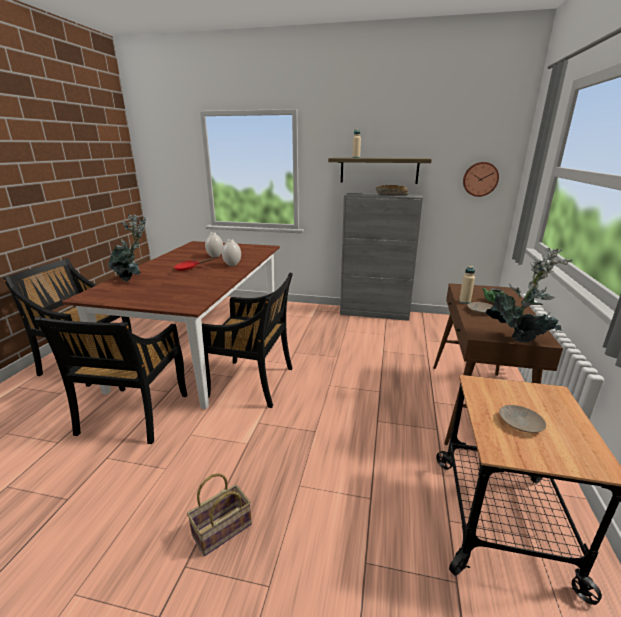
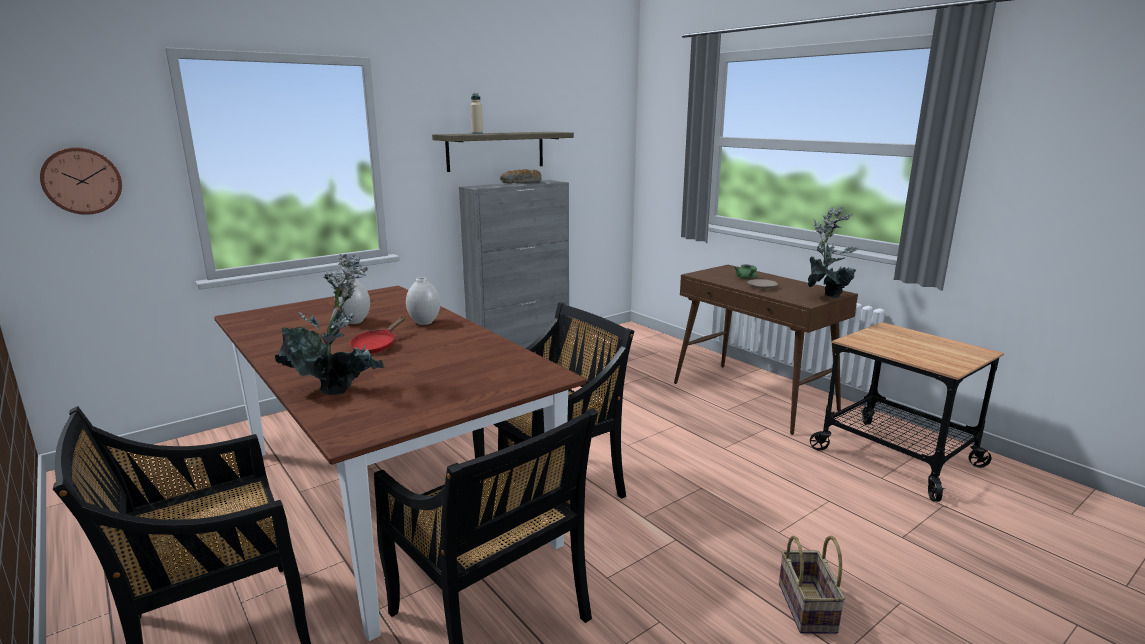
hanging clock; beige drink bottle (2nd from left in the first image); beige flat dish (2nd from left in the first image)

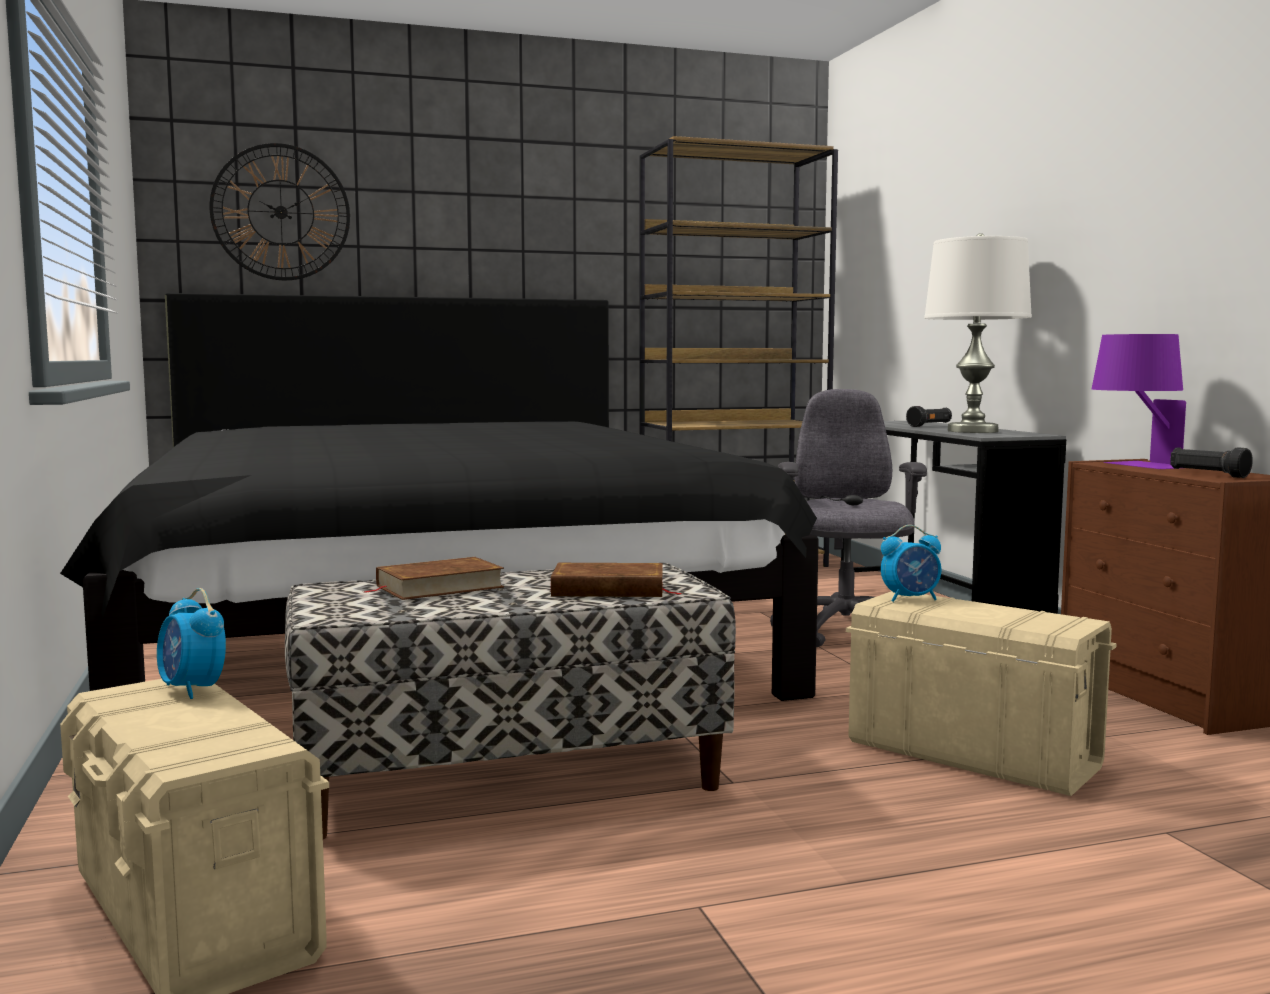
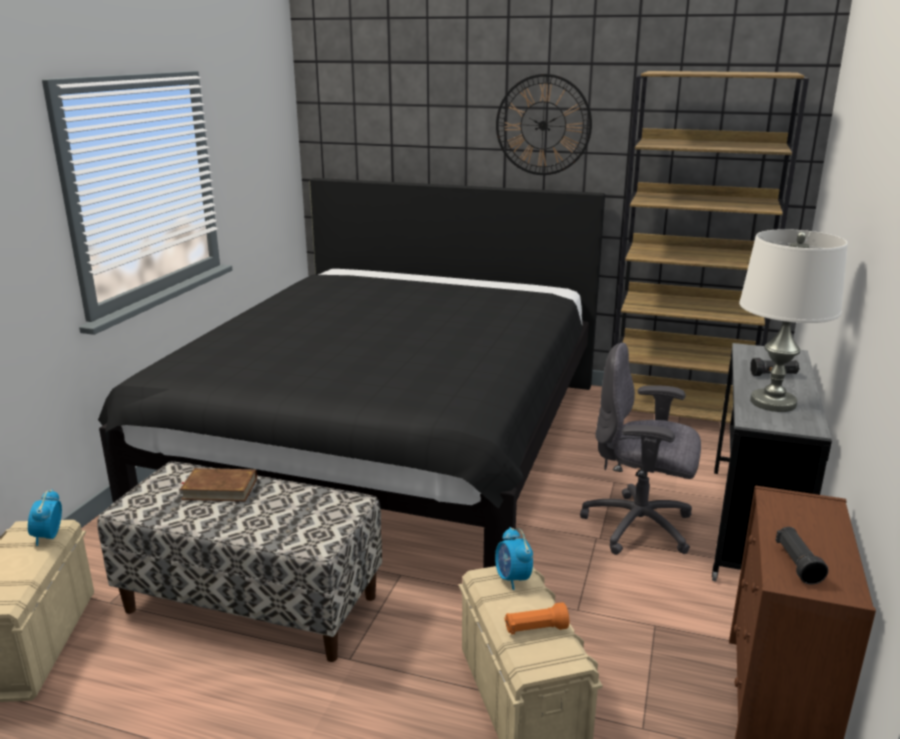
hanging clock; purple-coloured tabletop lamp; greyish desk chair; bedside clock (2nd from left); brown-coloured bound book (2nd from left in the first image); orange torch

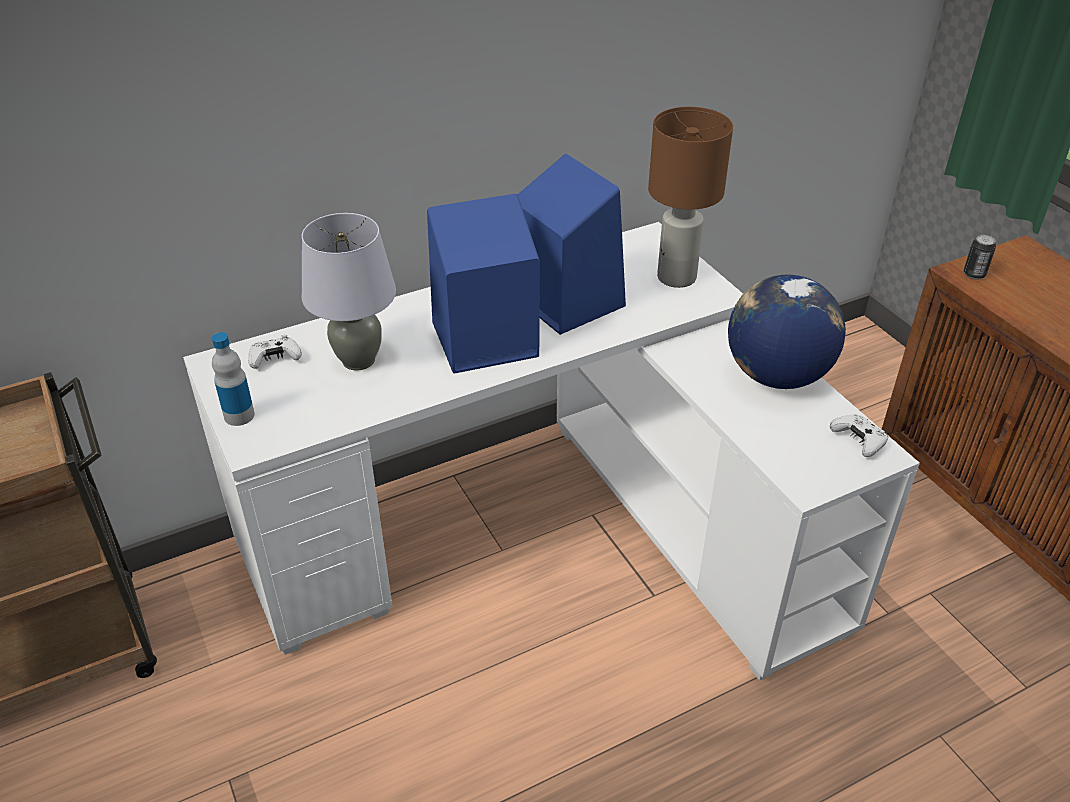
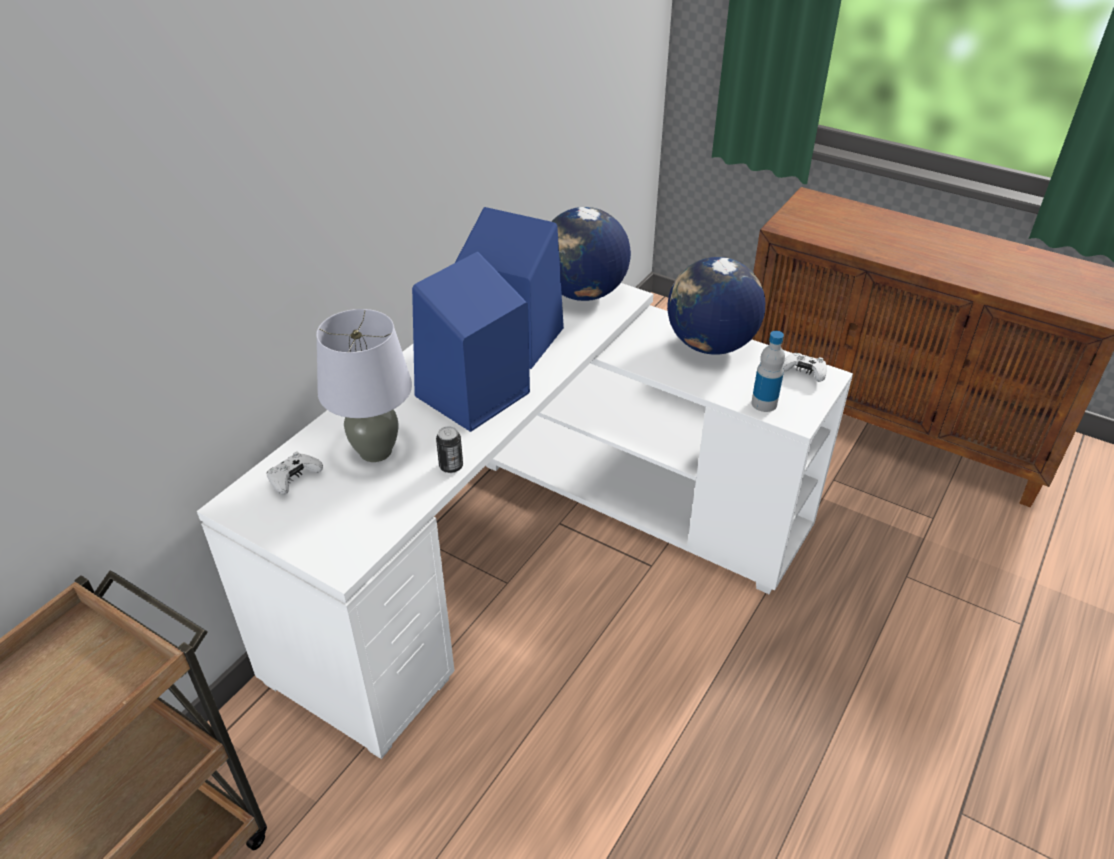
world globe (1st from left); sealed can; drink bottle

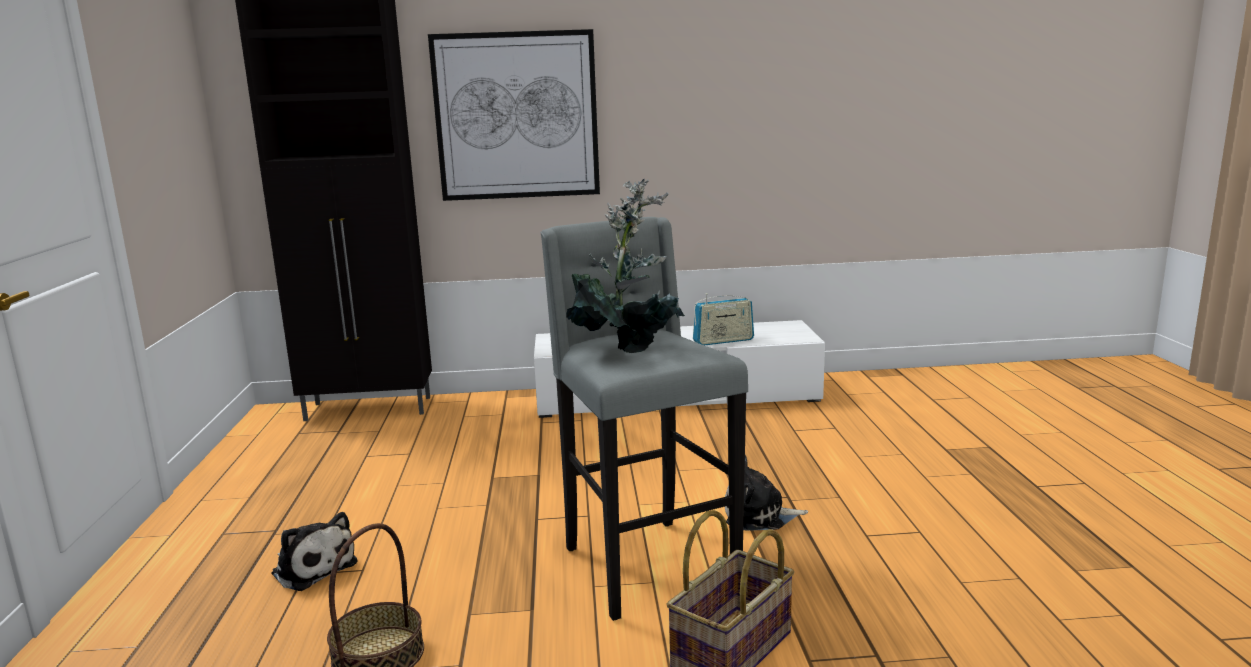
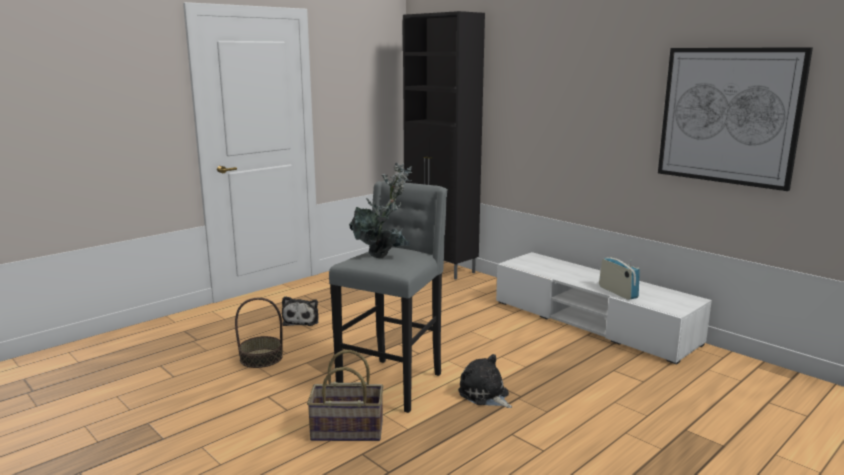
picture; radio receiver

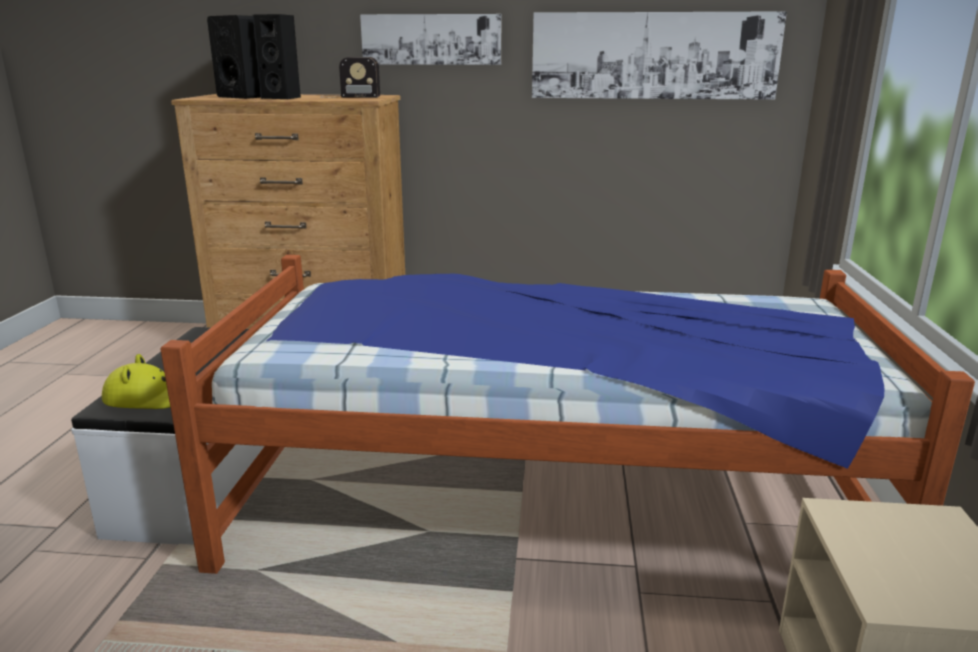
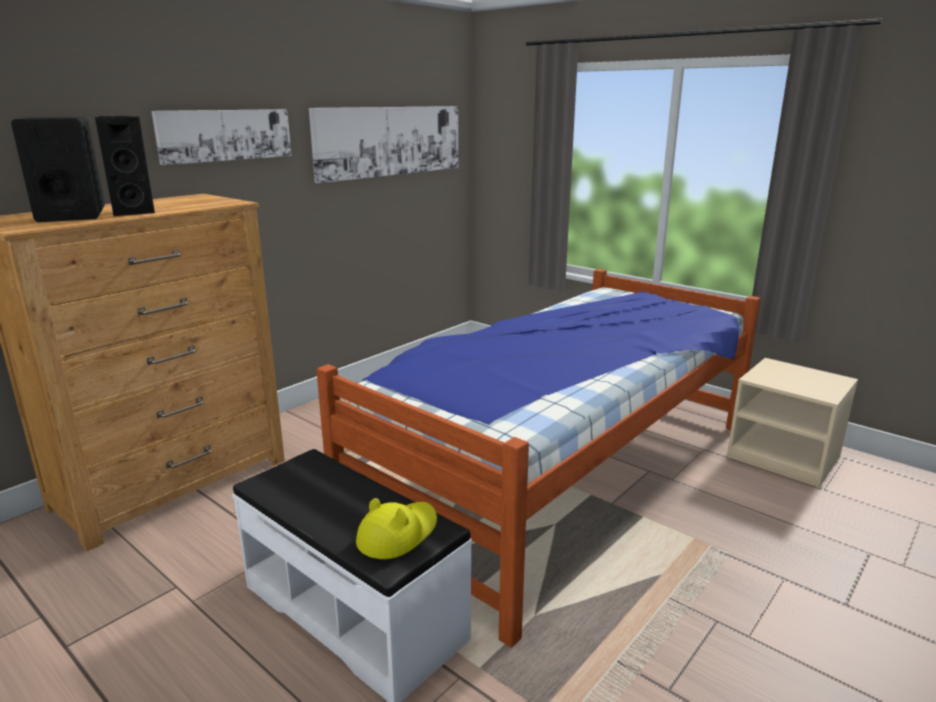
radio receiver

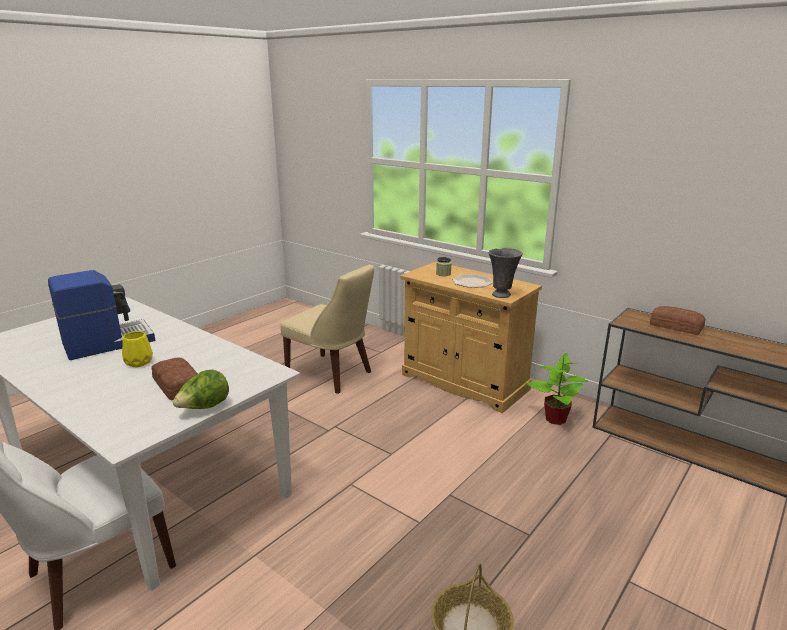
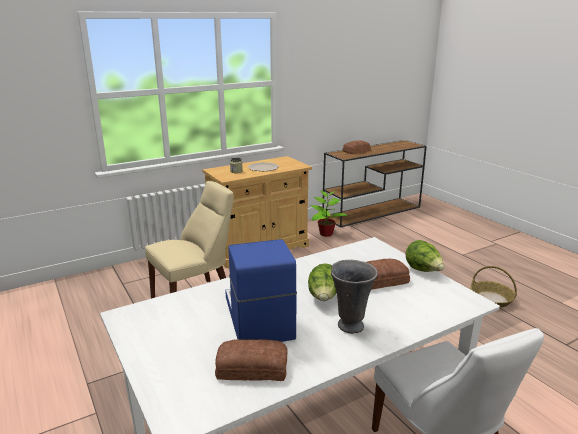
greyish vase; lettuce head (1st from left); bread (1st from left)

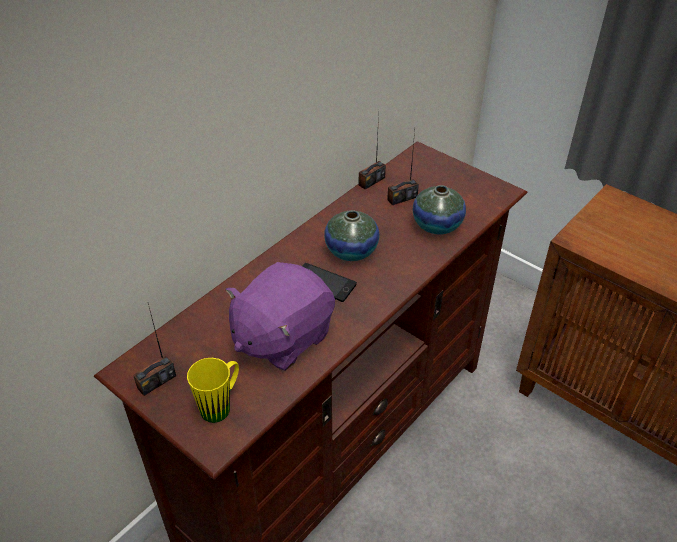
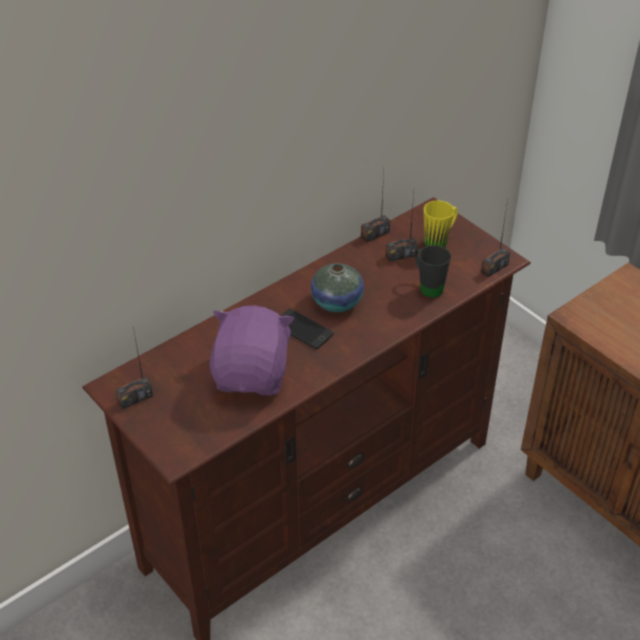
blackish coffee mug; purple-coloured cuddly toy; yellow coffee mug; radio receiver (4th from left)

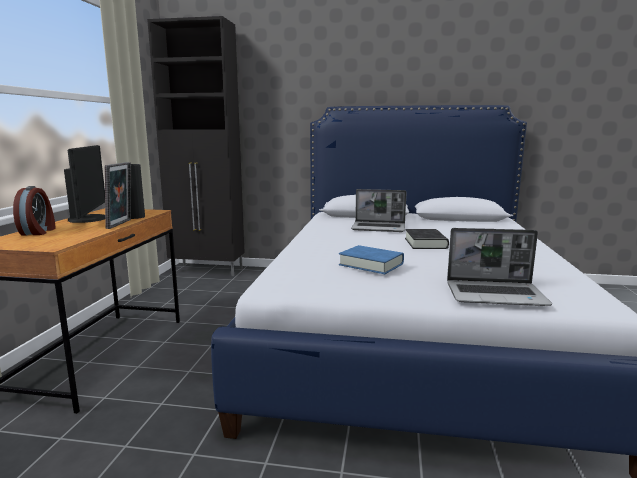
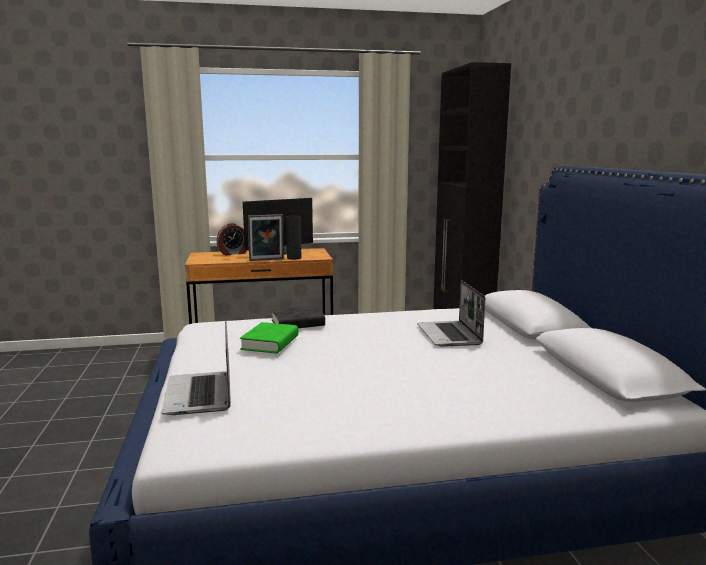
blackish bound book; greenish bound book

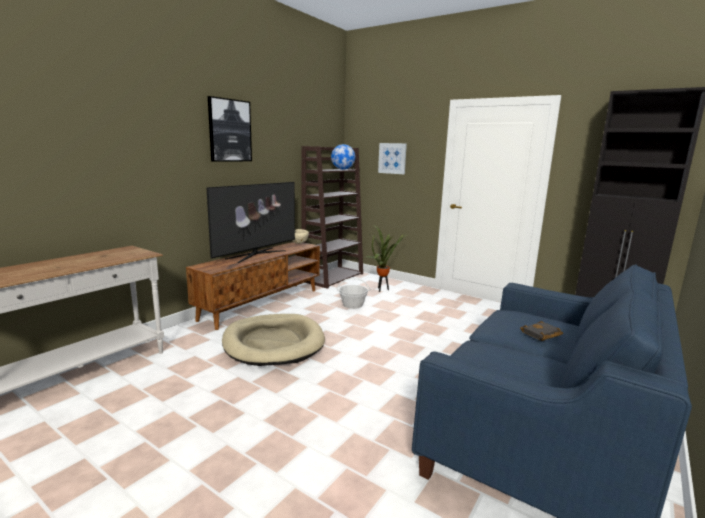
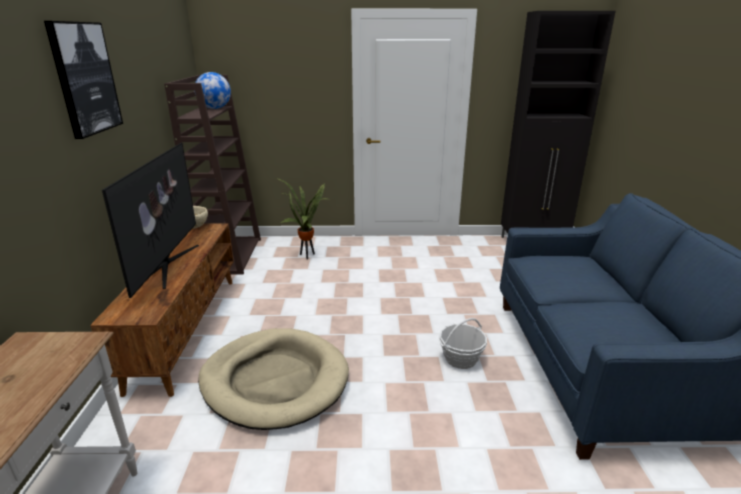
picture (2nd from left in the first image); household basket; blackish bound book

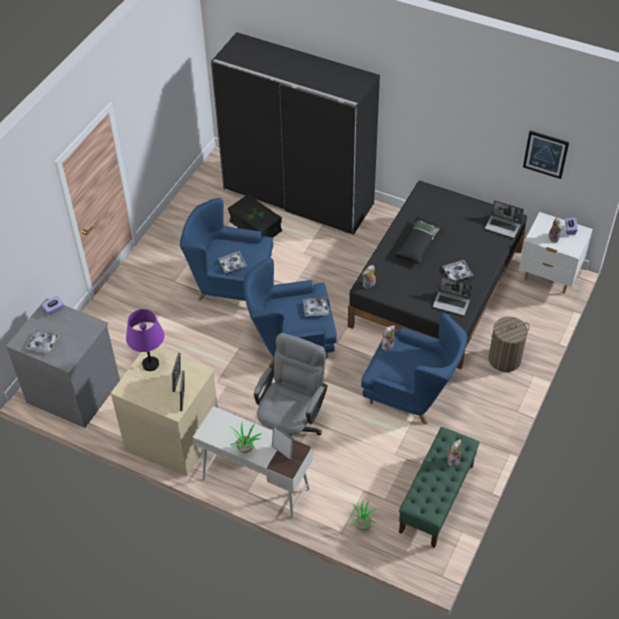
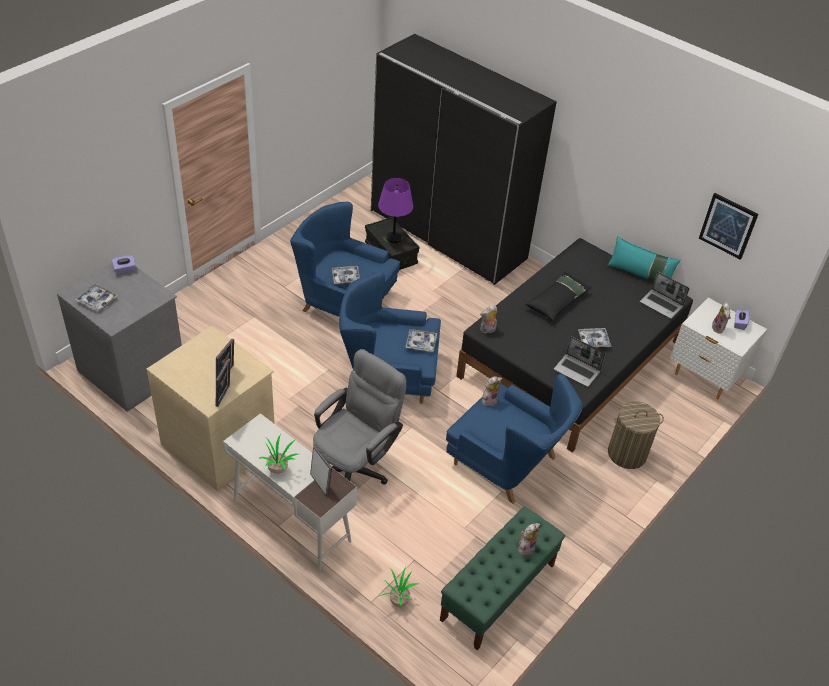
purple-coloured tabletop lamp; turquoise-coloured throw pillow

